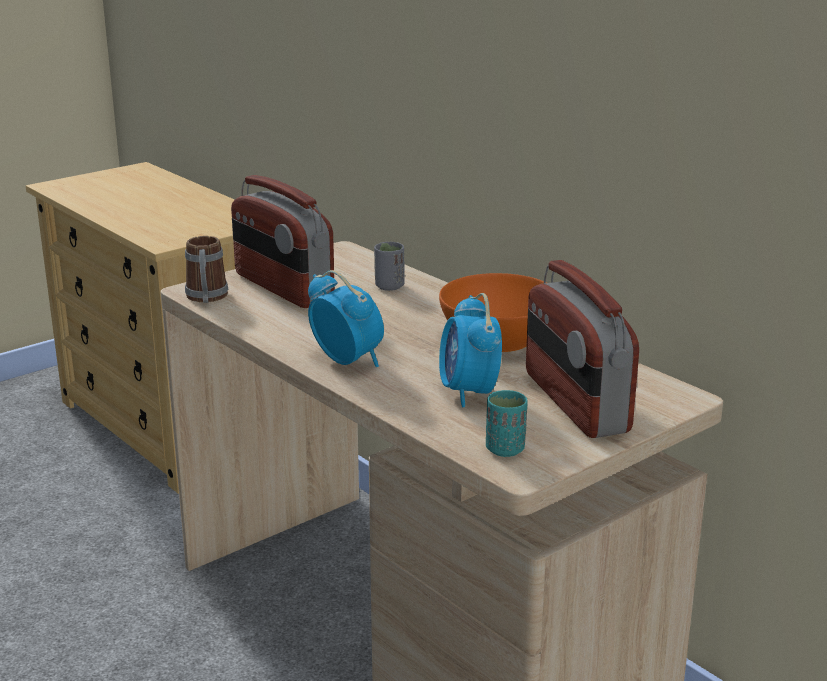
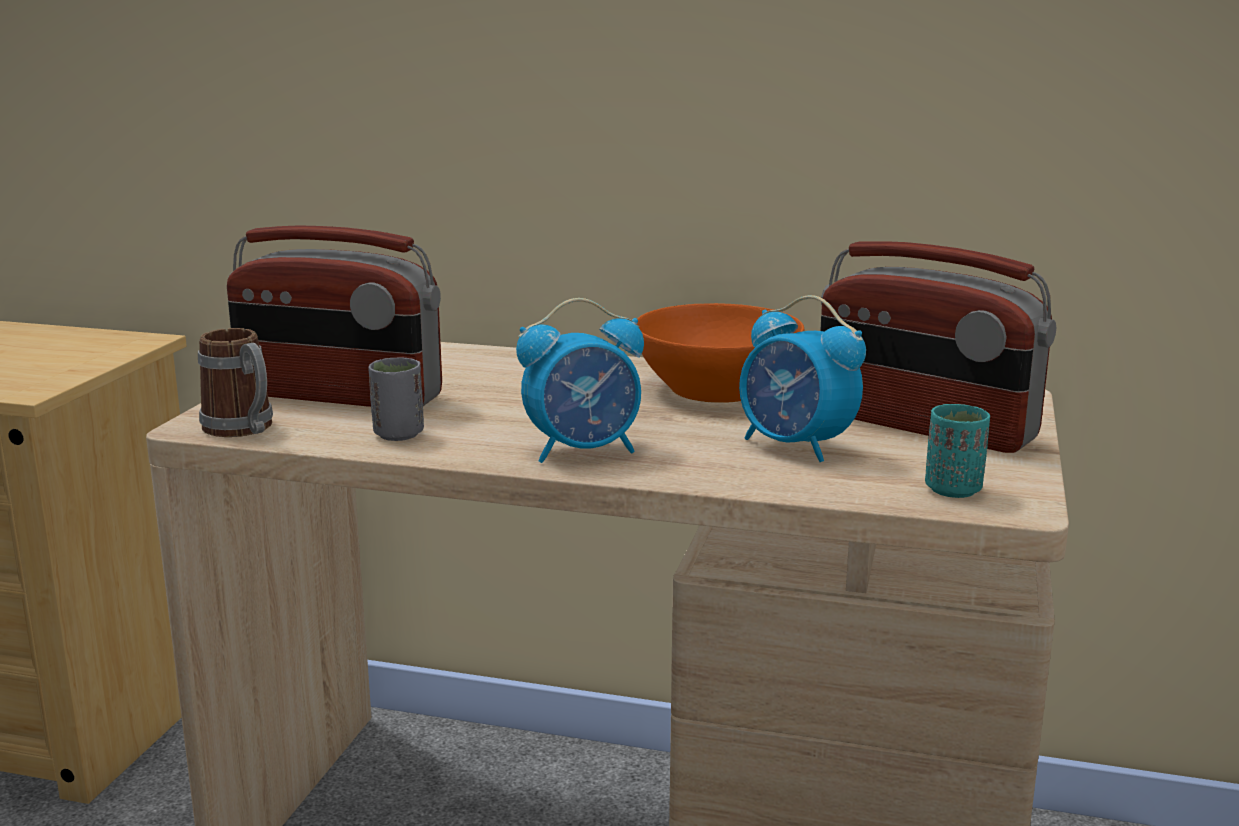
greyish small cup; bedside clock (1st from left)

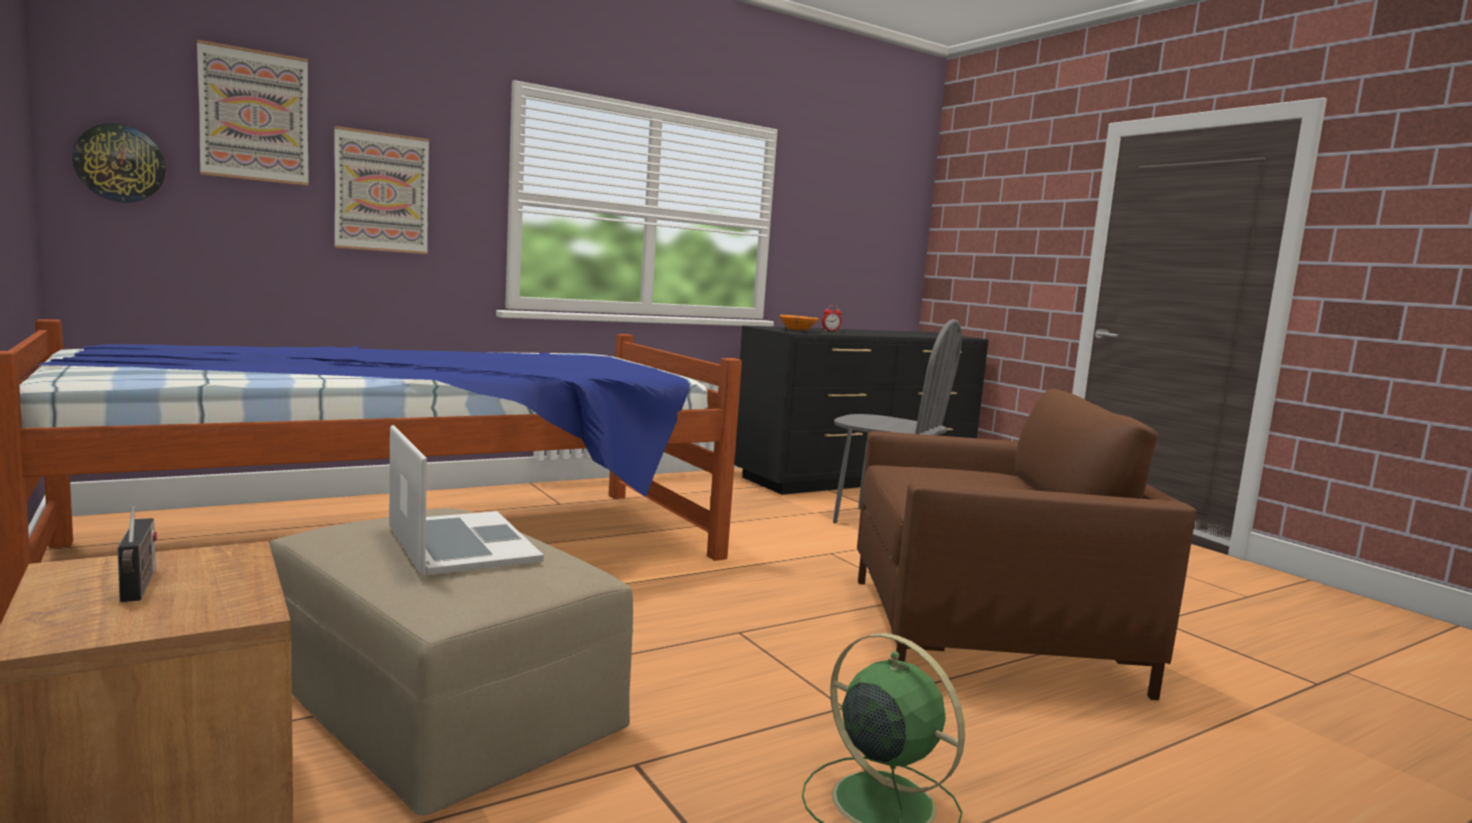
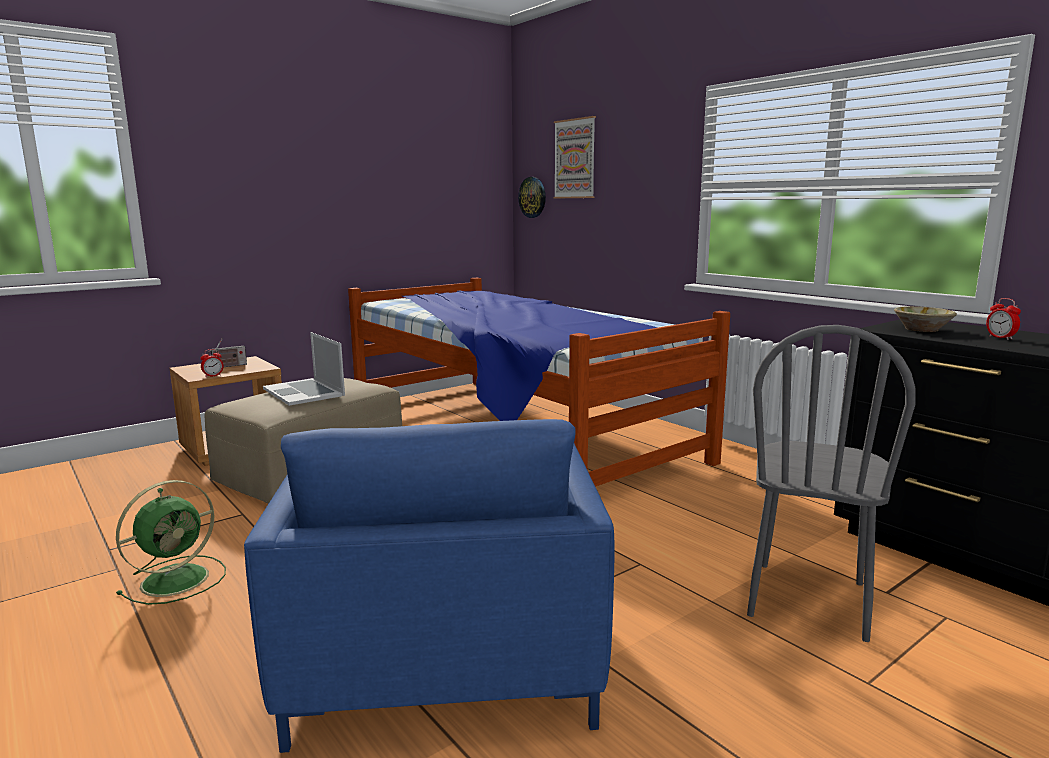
picture (2nd from left in the first image); beige serving bowl; blue-coloured lounge chair; laptop; bedside clock (1st from left)

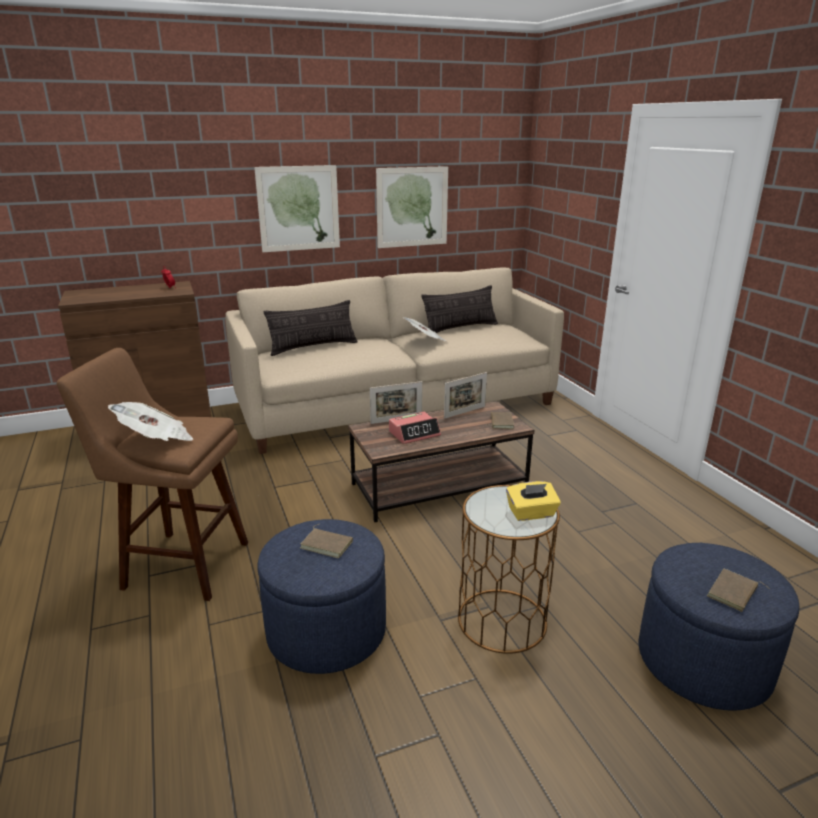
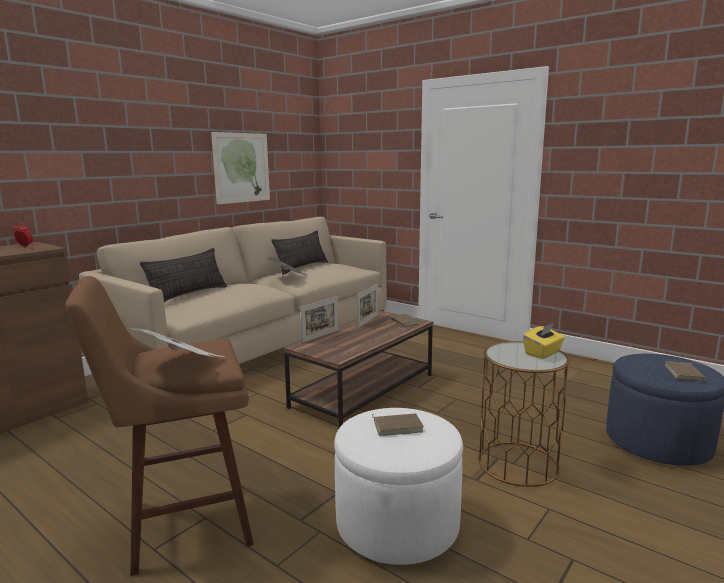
picture (1st from left in the first image); bedside clock (2nd from left in the first image); white footrest

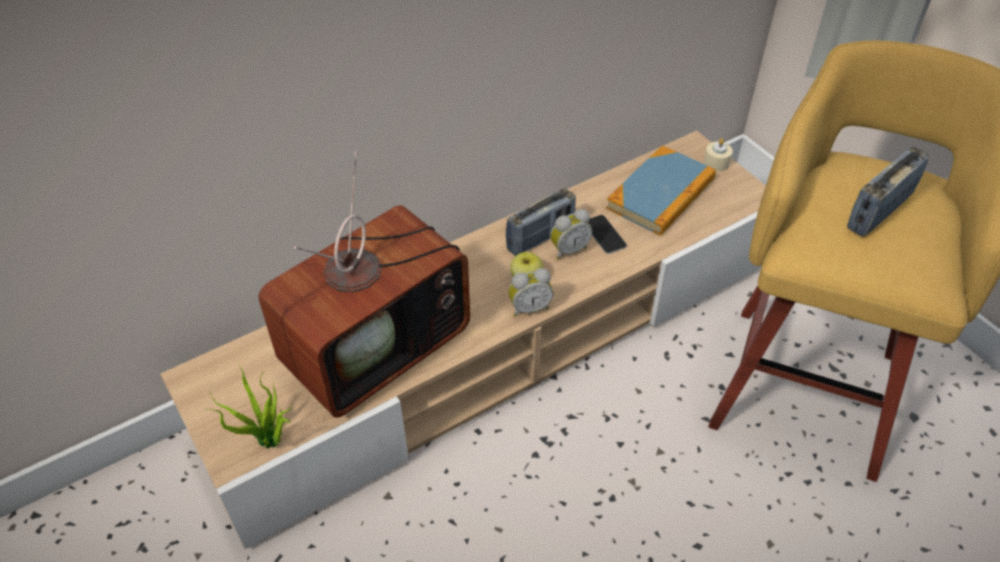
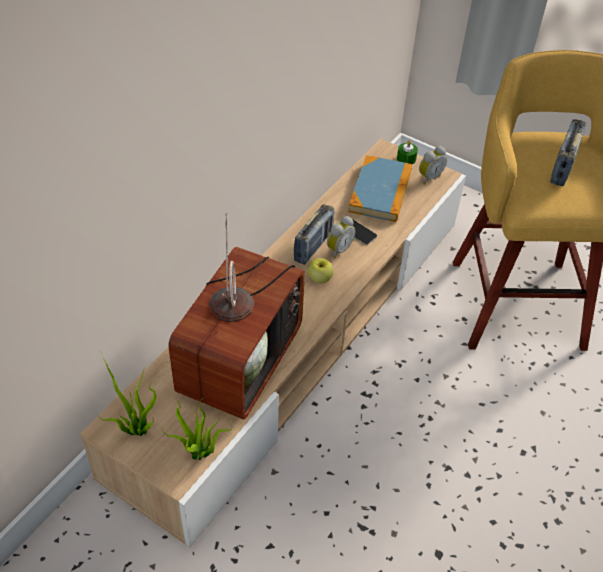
greenish candle; bedside clock (2nd from left); potted plant (1st from left)

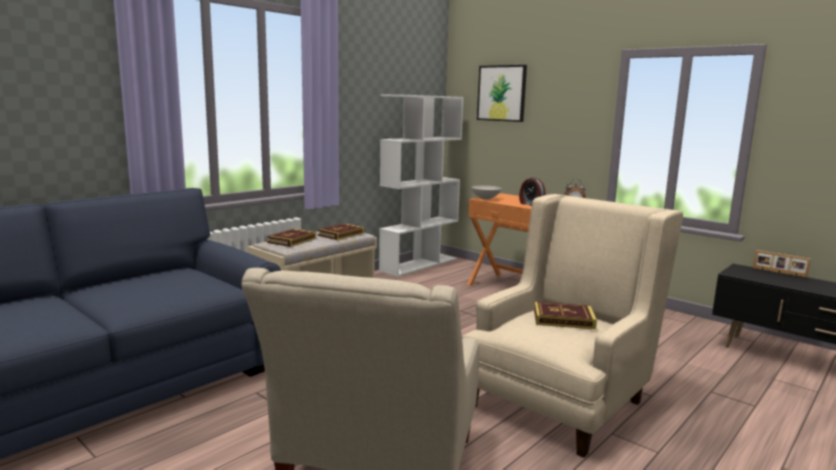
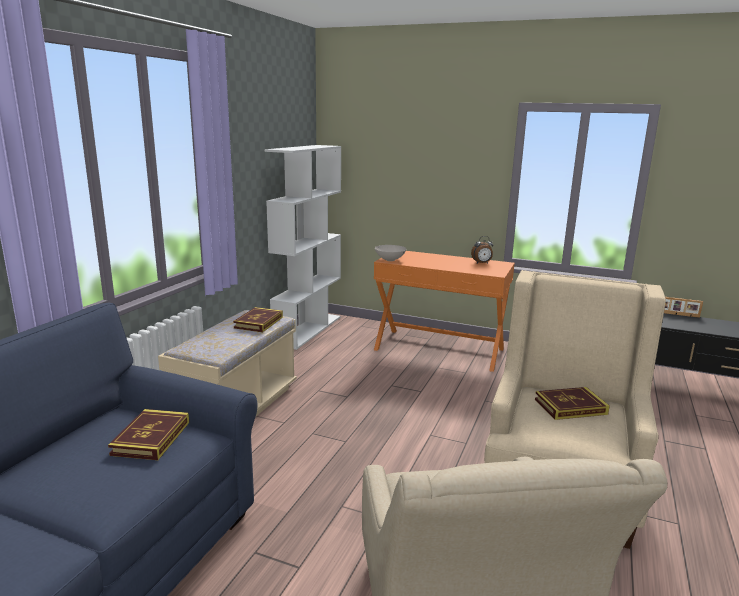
picture; bedside clock (1st from left in the first image); bound book (1st from left)

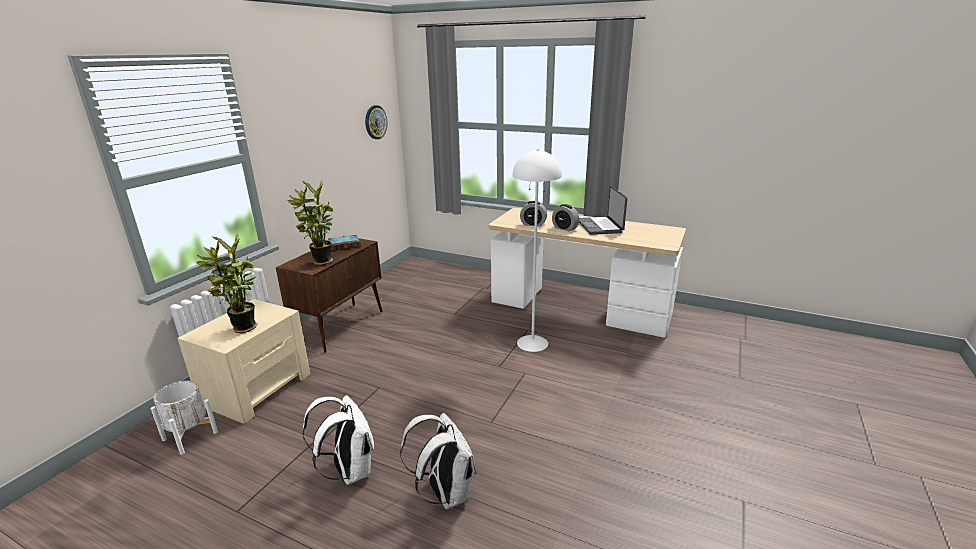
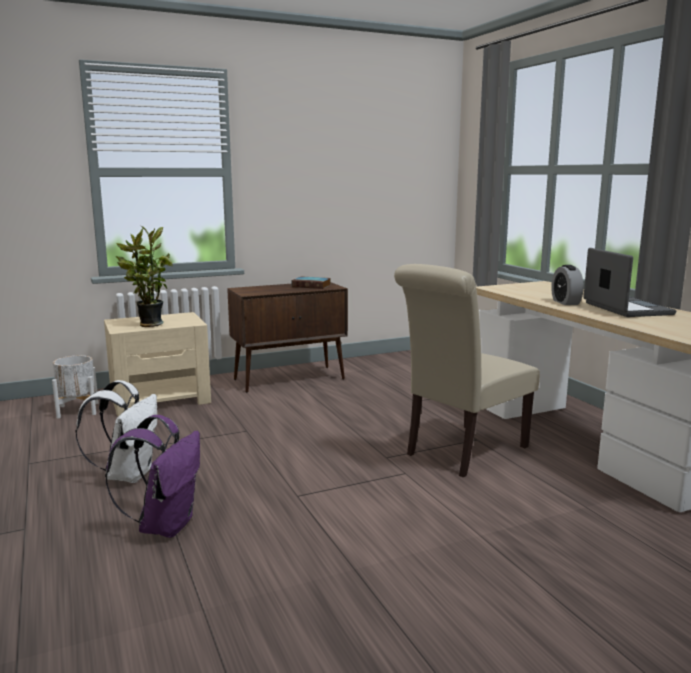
hanging clock; beige upright chair; potted plant (2nd from left in the first image); laptop; bedside clock (1st from left in the first image); purple-coloured backpack

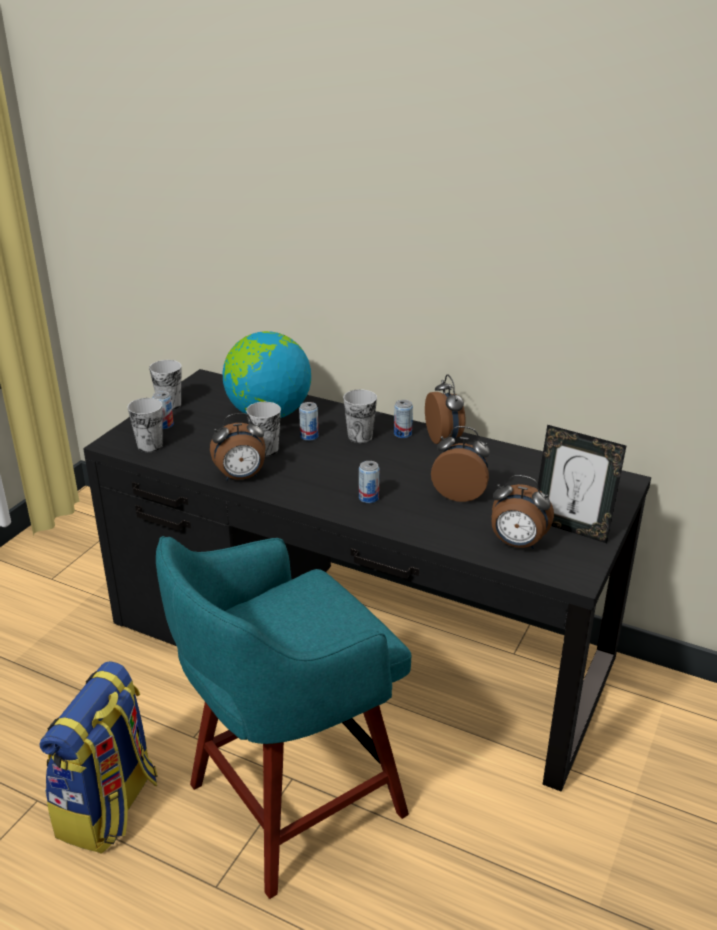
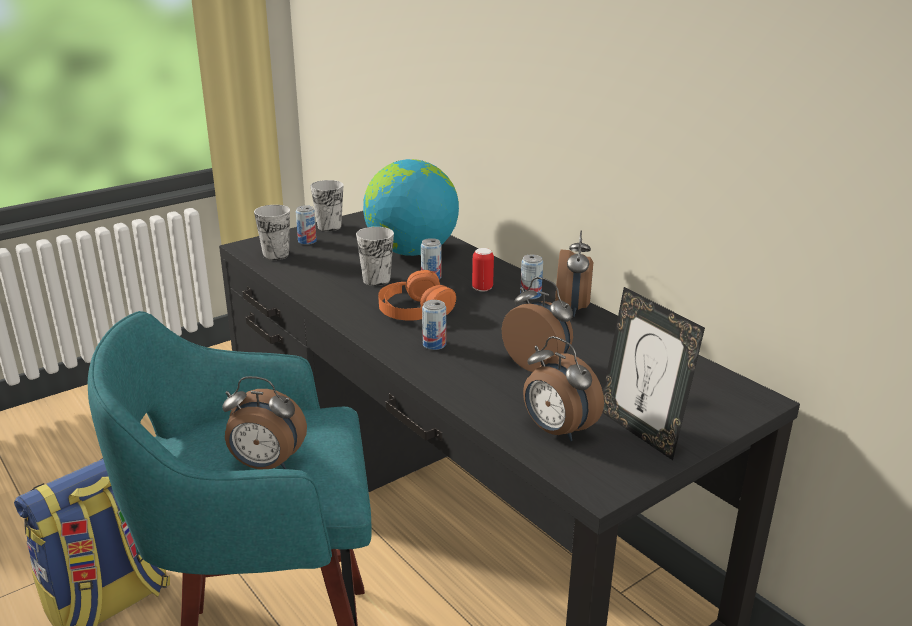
sealed can (4th from left); bedside clock (1st from left); orange headphones

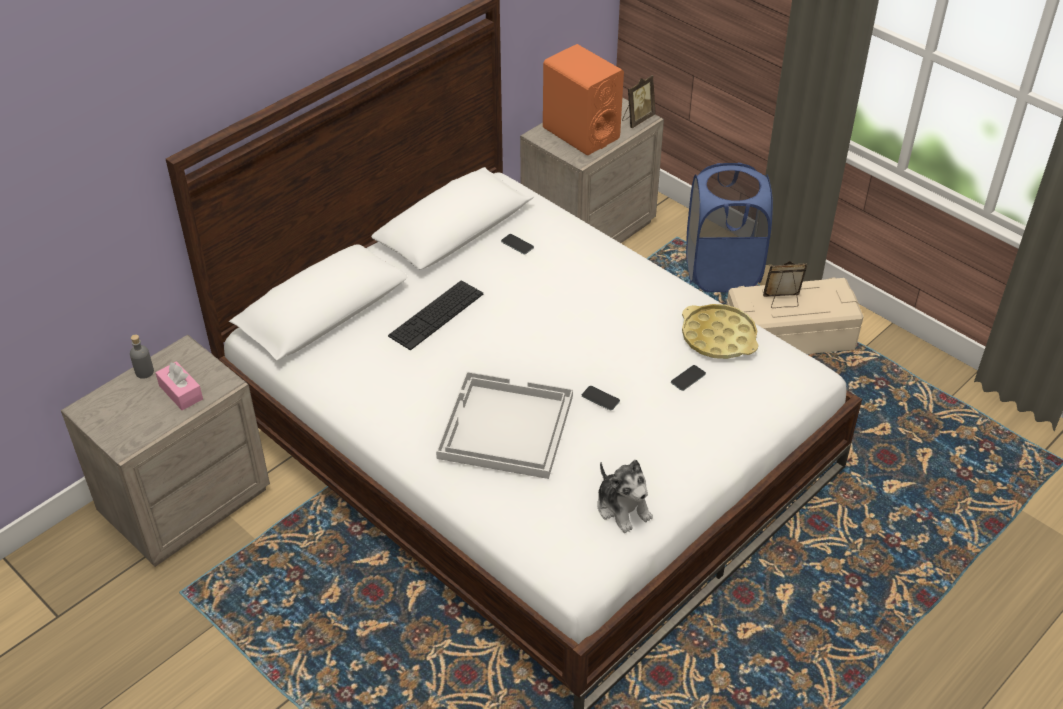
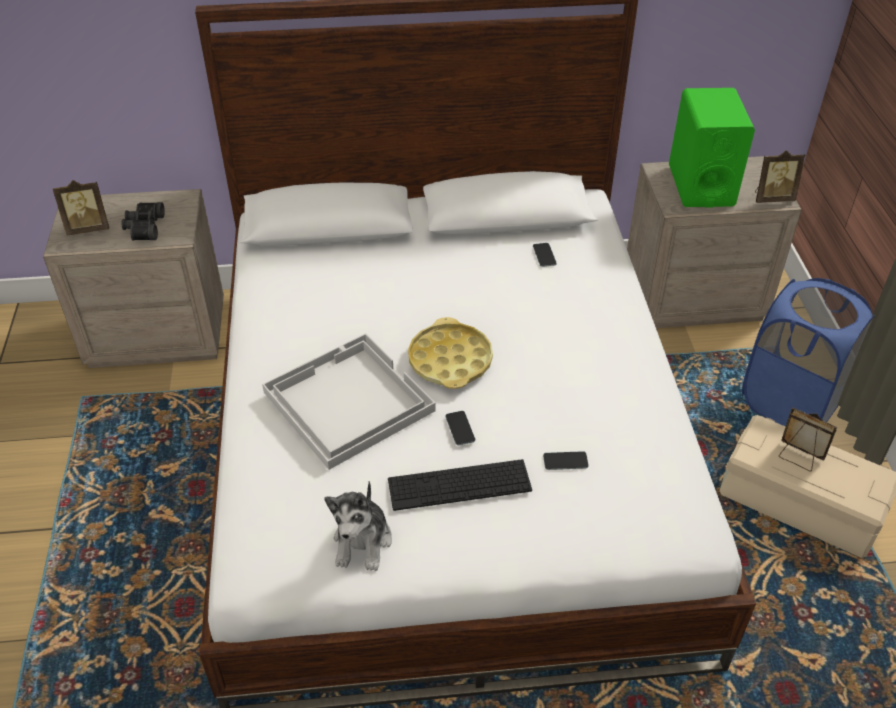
greenish audio speaker; PC keyboard; yellow carrying tray; greyish drink bottle; blackish pair of binoculars; picture frame (1st from left)

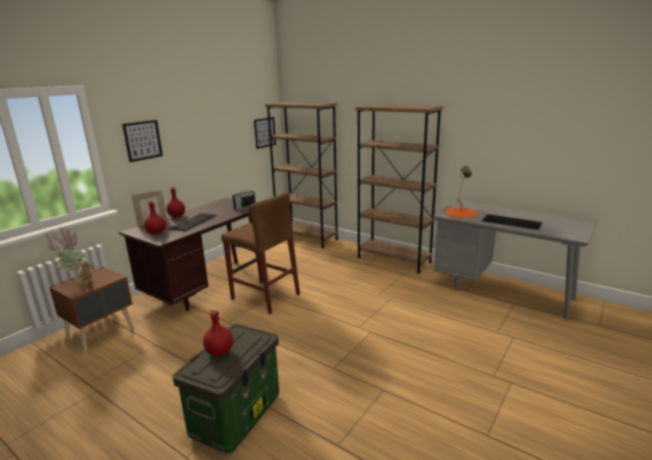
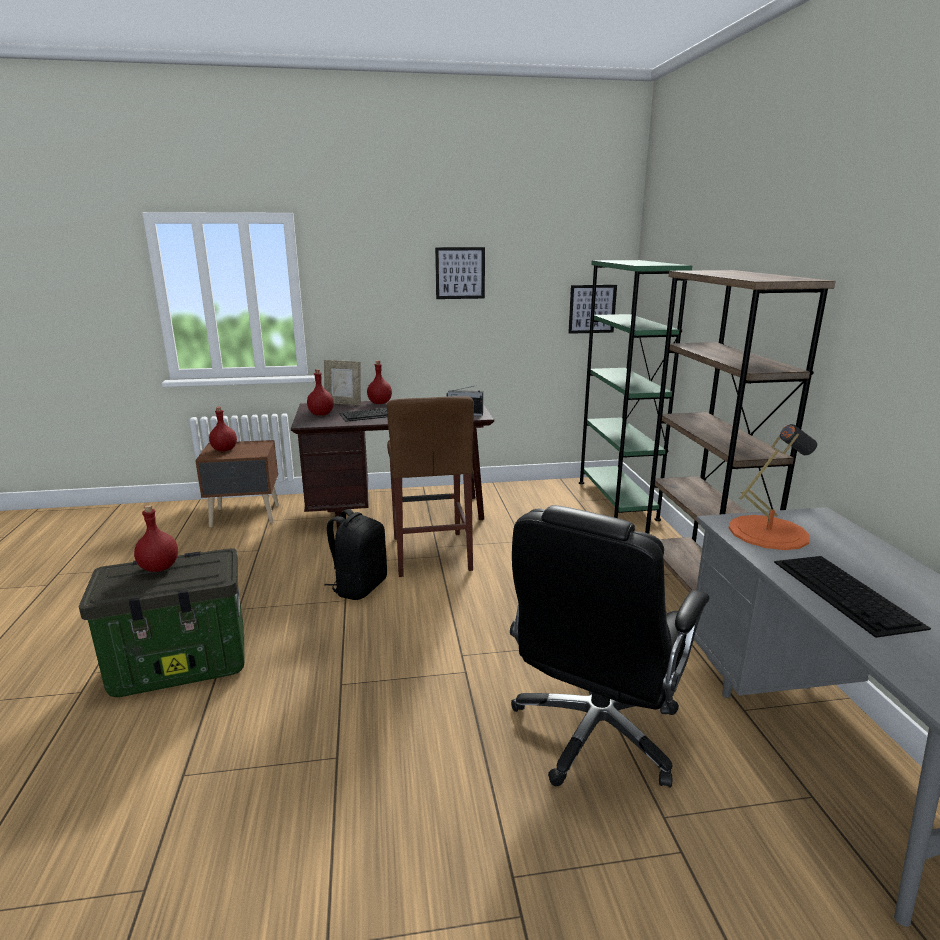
greenish shelving unit; picture (1st from left); red drink bottle (2nd from left); blackish desk chair; blackish backpack

